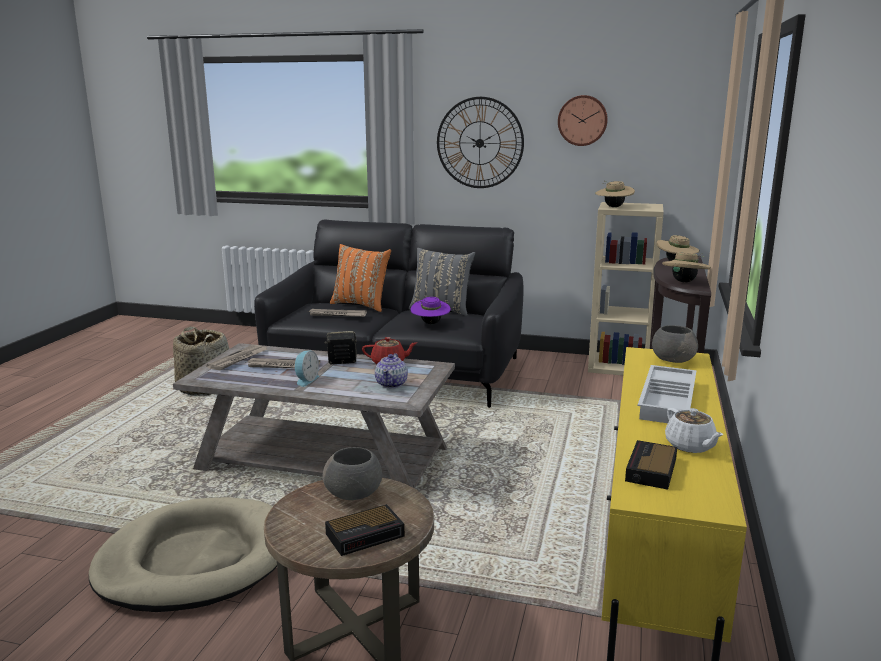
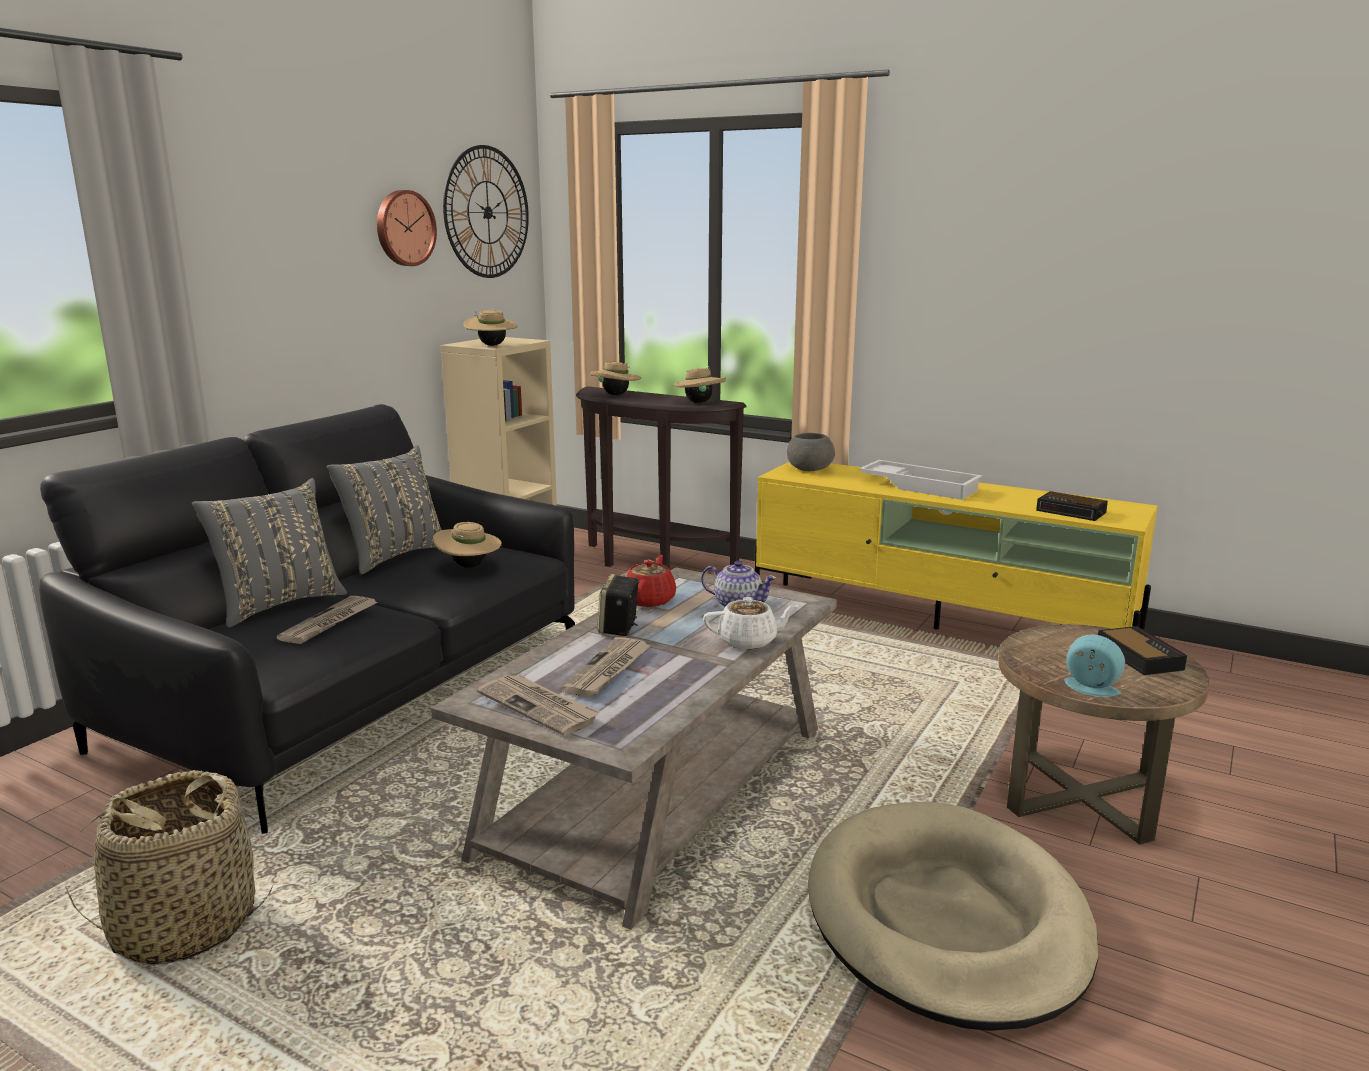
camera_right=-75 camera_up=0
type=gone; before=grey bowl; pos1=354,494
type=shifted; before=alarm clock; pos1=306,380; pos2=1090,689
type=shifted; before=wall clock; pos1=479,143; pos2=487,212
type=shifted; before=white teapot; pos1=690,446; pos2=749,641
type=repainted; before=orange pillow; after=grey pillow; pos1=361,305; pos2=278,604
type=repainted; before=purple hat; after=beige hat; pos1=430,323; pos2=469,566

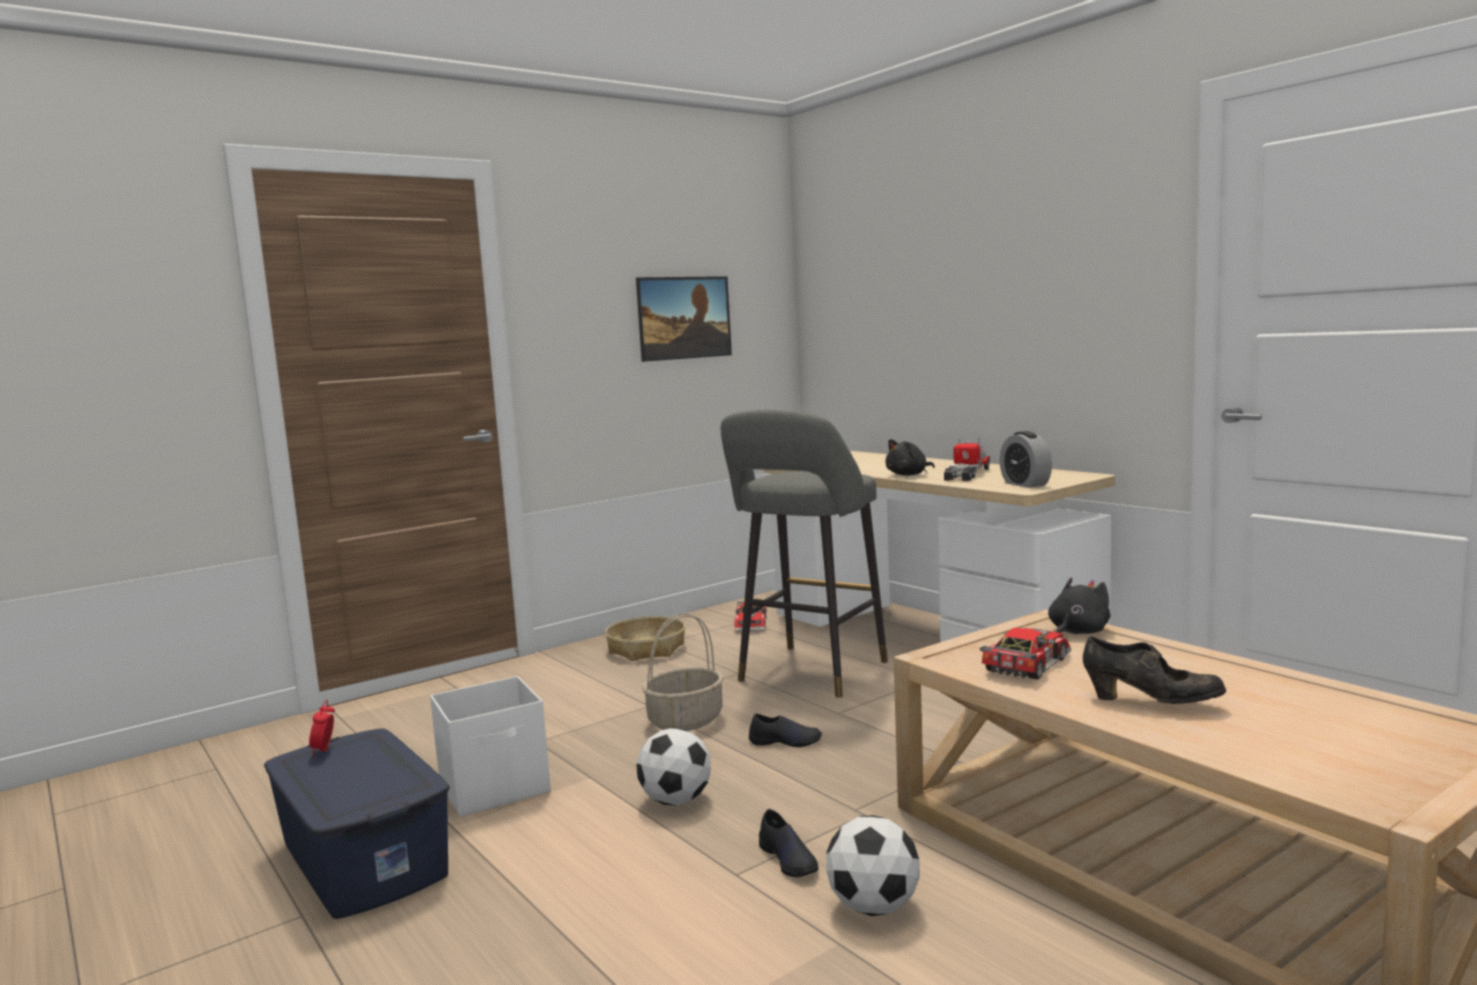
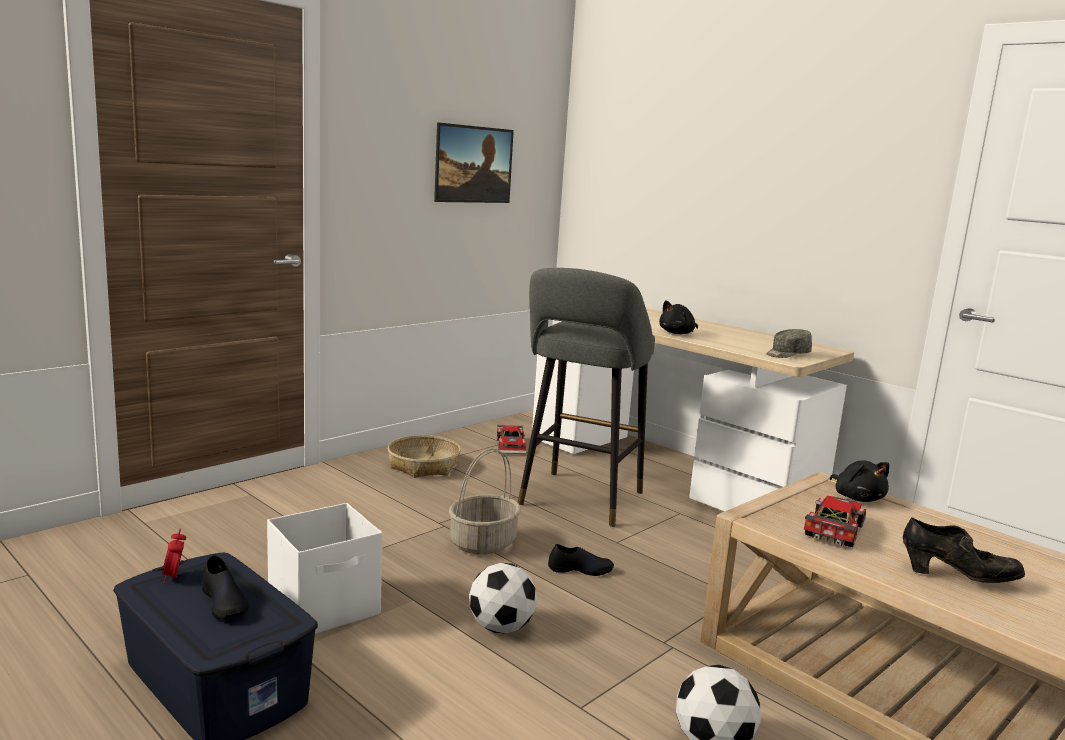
camera_right=-10 camera_up=5
type=gone; before=toy truck; pos1=967,474
type=shifted; before=black shoe; pos1=789,859; pos2=224,602
type=swapped; before=alarm clock; after=grey cap; pos1=1025,484; pos2=787,354
type=rotated; before=black plush toy; pos1=1076,632; pos2=857,498; turn=120

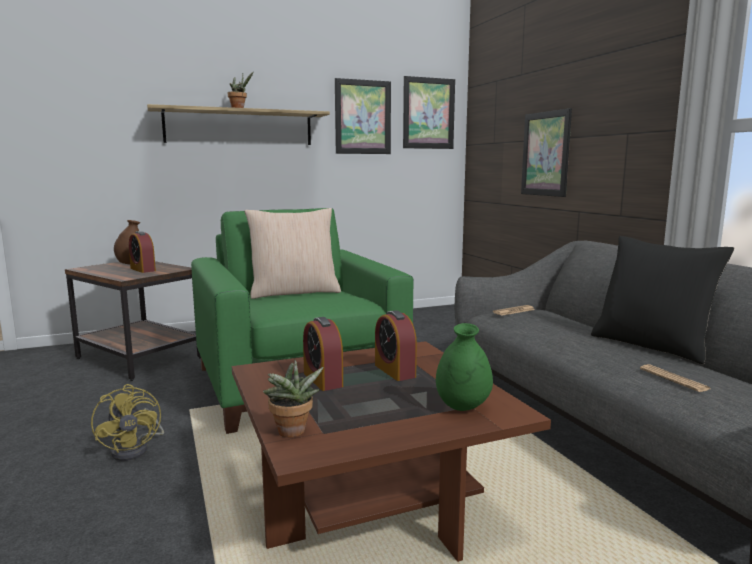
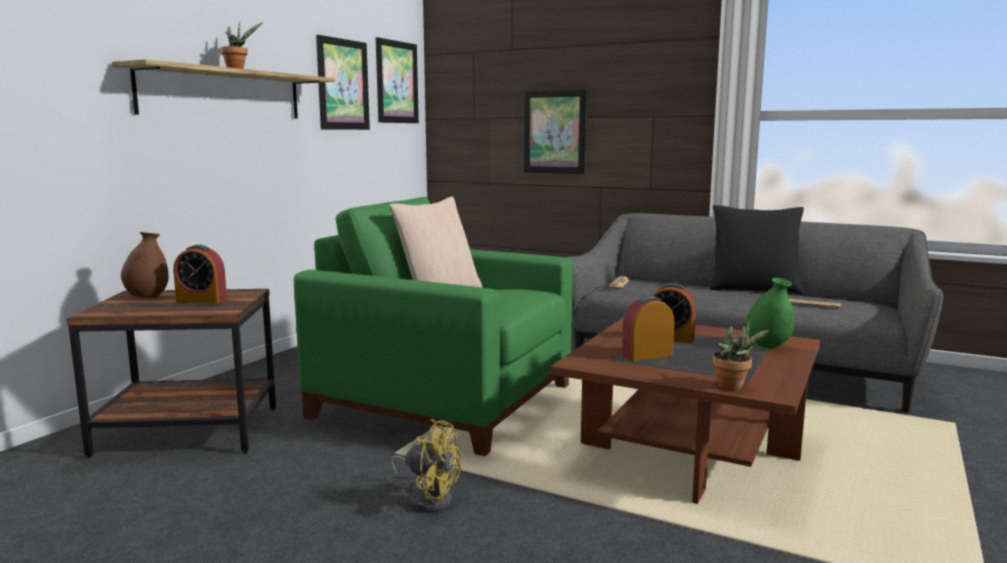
camera_right=-40 camera_up=0
type=rotated; before=alarm clock; pos1=323,380; pos2=647,355; turn=135

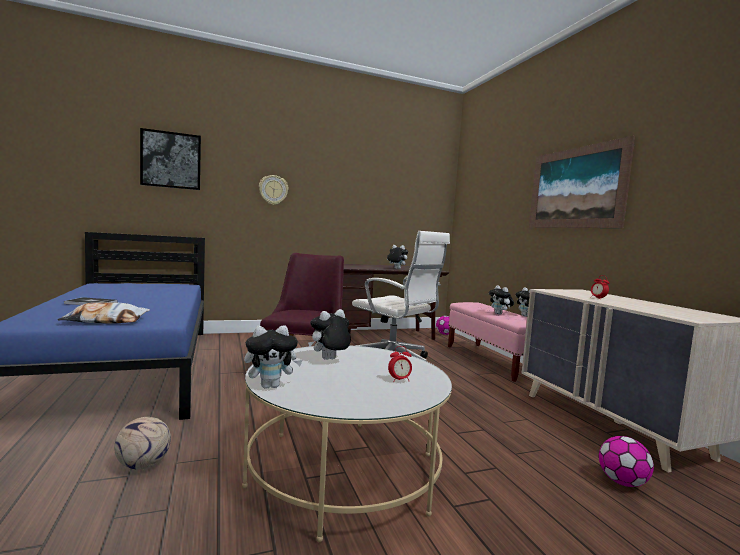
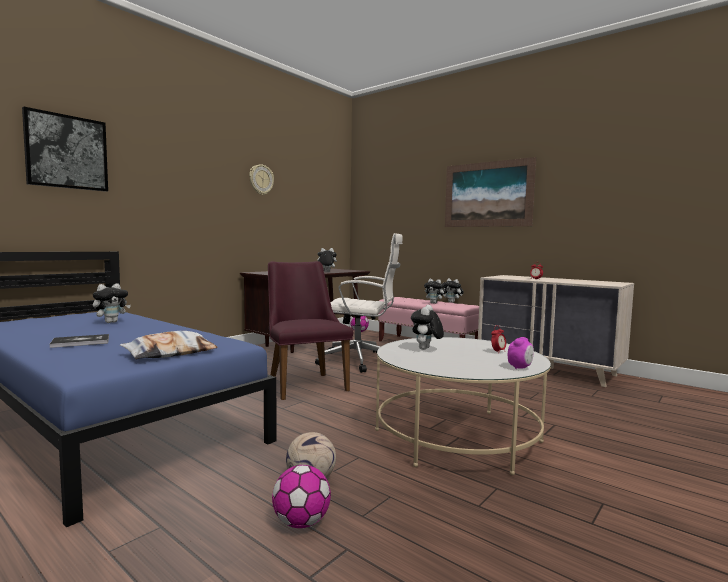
camera_right=-30 camera_up=0
type=new; after=alarm clock; pos2=520,367
type=shifted; before=plush toy; pos1=271,386; pos2=111,322
type=shifted; before=wall clock; pos1=273,190; pos2=261,180
type=shifted; before=football; pos1=622,482; pos2=301,522

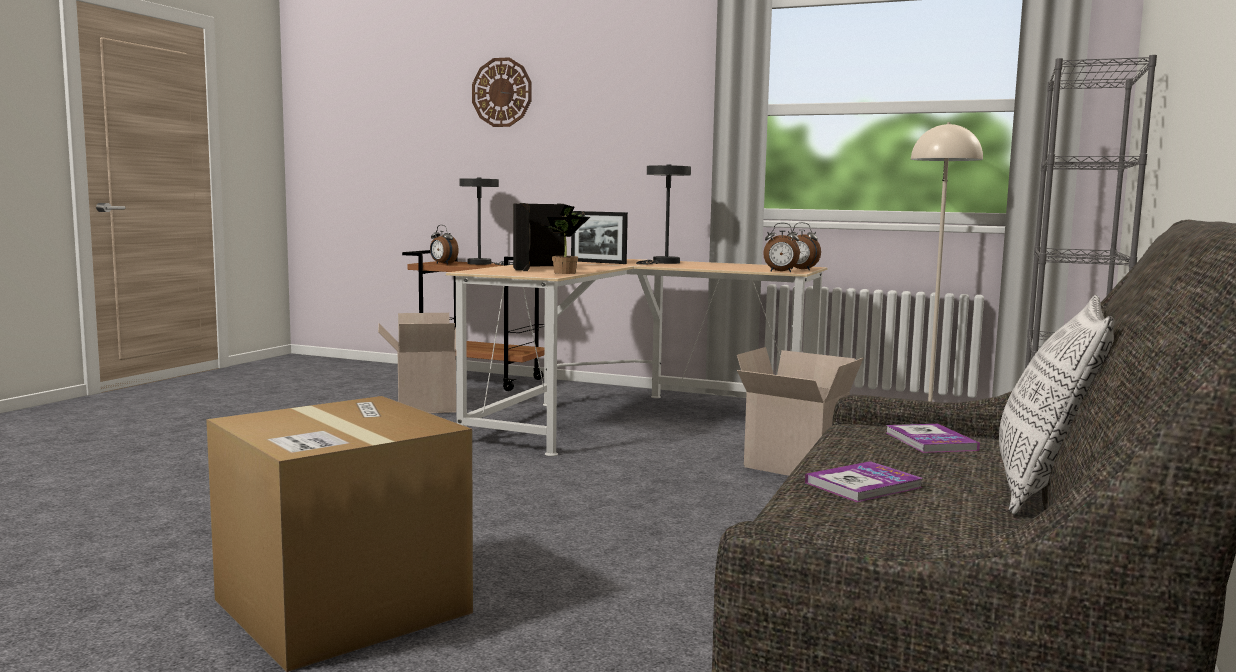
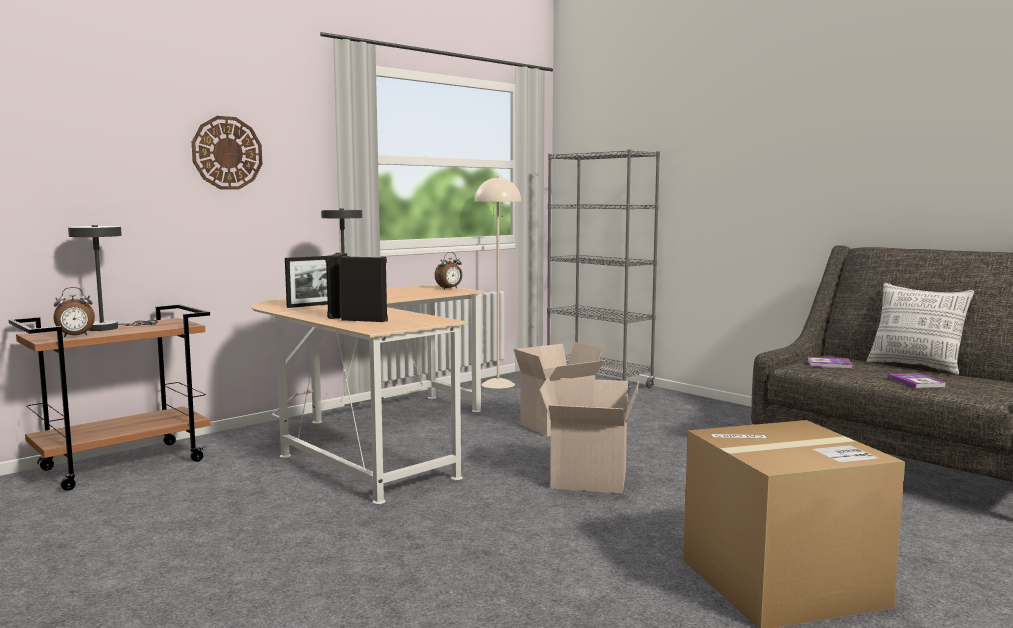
camera_right=-65 camera_up=0
type=gone; before=potted plant; pos1=565,273
type=gone; before=alarm clock; pos1=780,271
type=shifted; before=cardboard box; pos1=423,406; pos2=587,481
type=shifted; before=wall clock; pos1=502,92; pos2=227,153

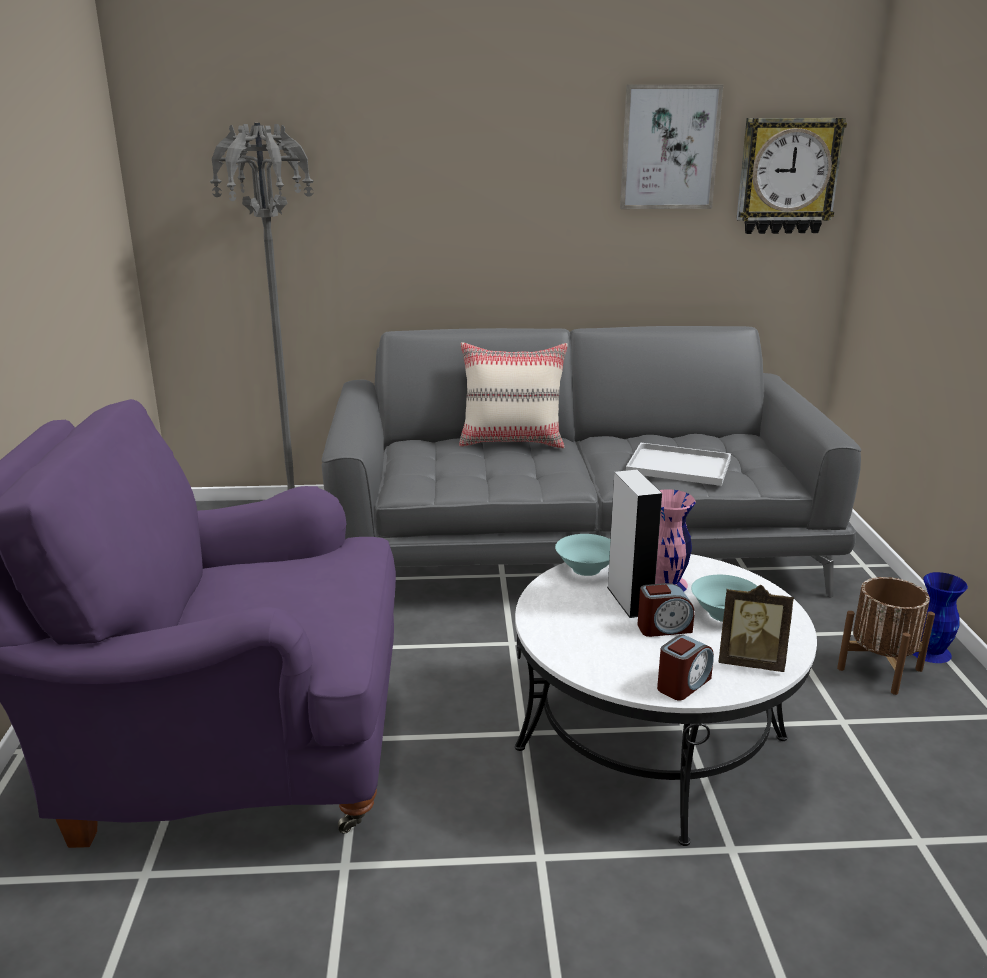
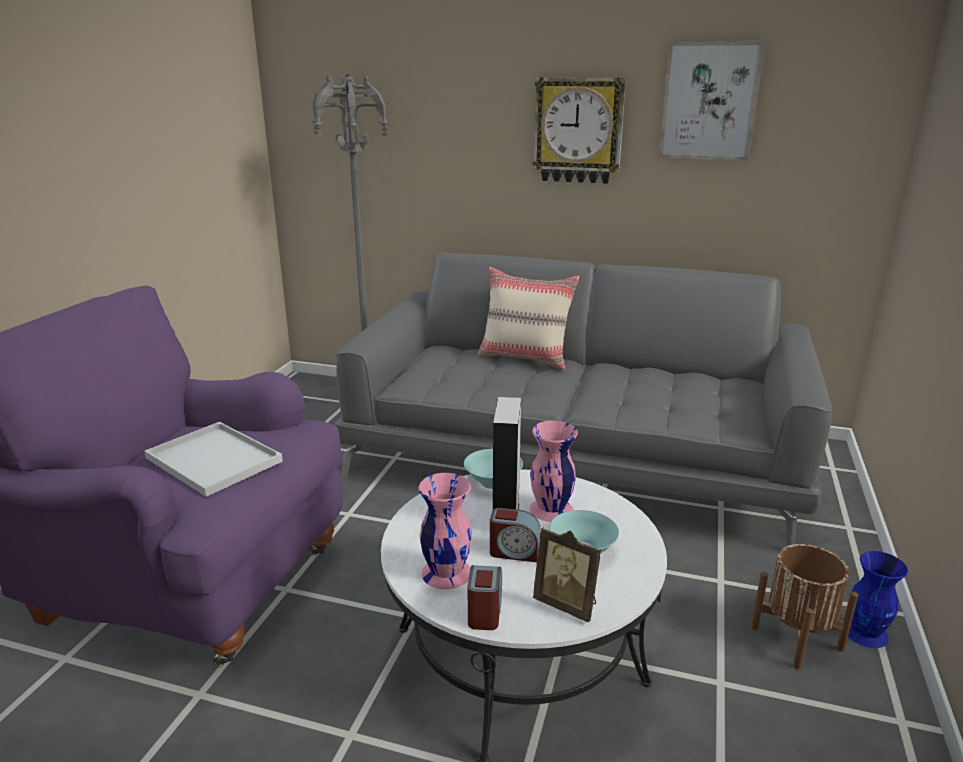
camera_right=20 camera_up=0
type=new; after=pink vase; pos2=446,572
type=shifted; before=white tray; pos1=676,466; pos2=211,459
type=shifted; before=wall clock; pos1=787,176; pos2=578,130
type=rotated; before=alarm clock; pos1=683,684; pos2=485,611; turn=-60

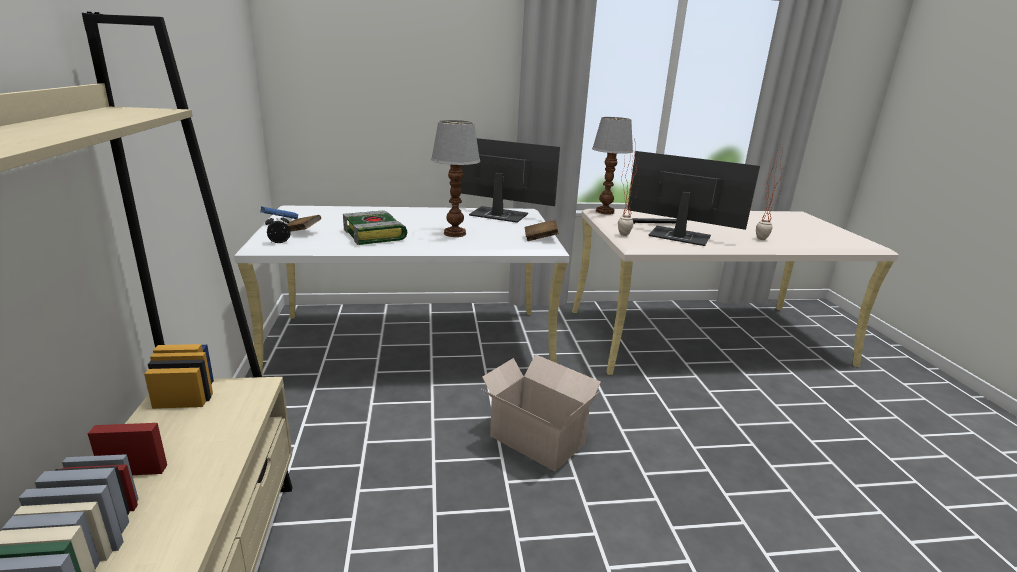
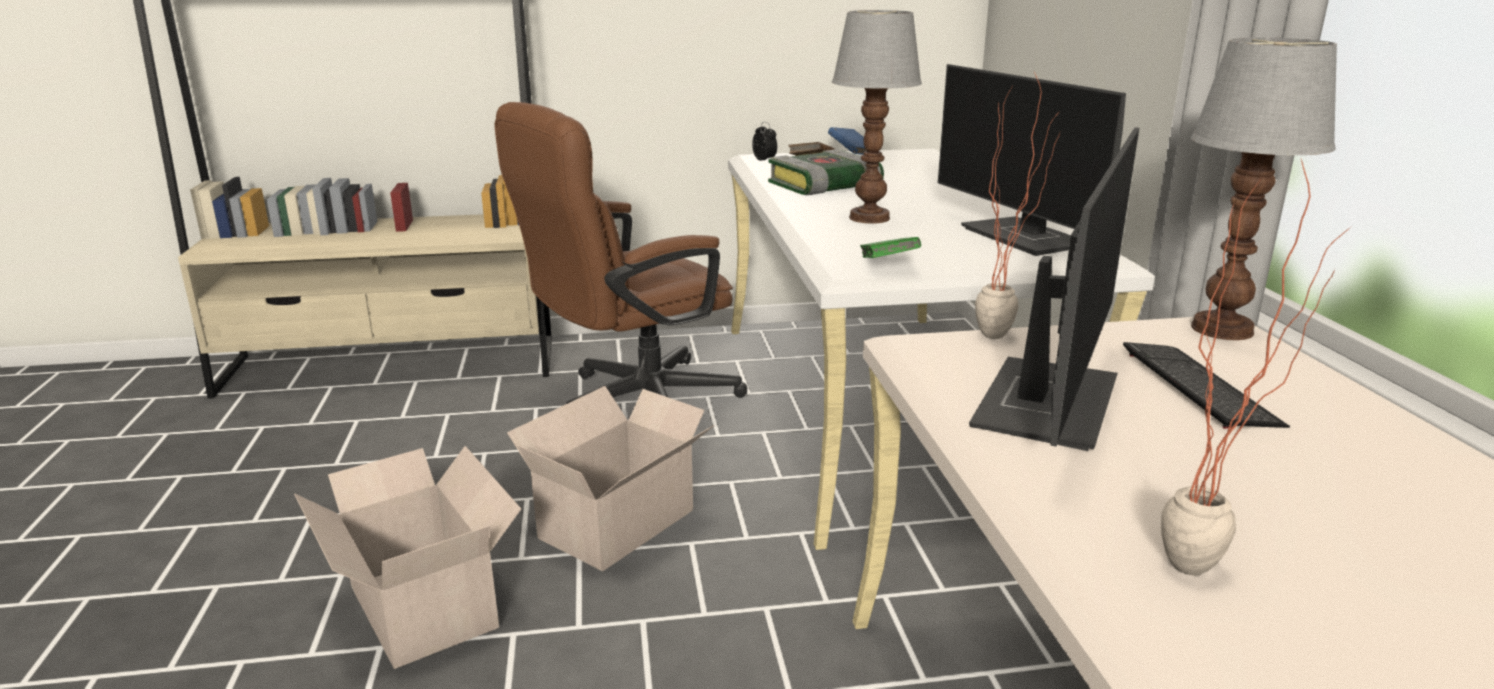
camera_right=90 camera_up=0
type=new; after=cardboard box; pos2=422,603
type=new; after=brown office chair; pos2=632,403
type=repainted; before=brown book; after=green book; pos1=540,238; pos2=888,265
type=rotated; before=monitor; pos1=497,215; pos2=1026,238; turn=135

